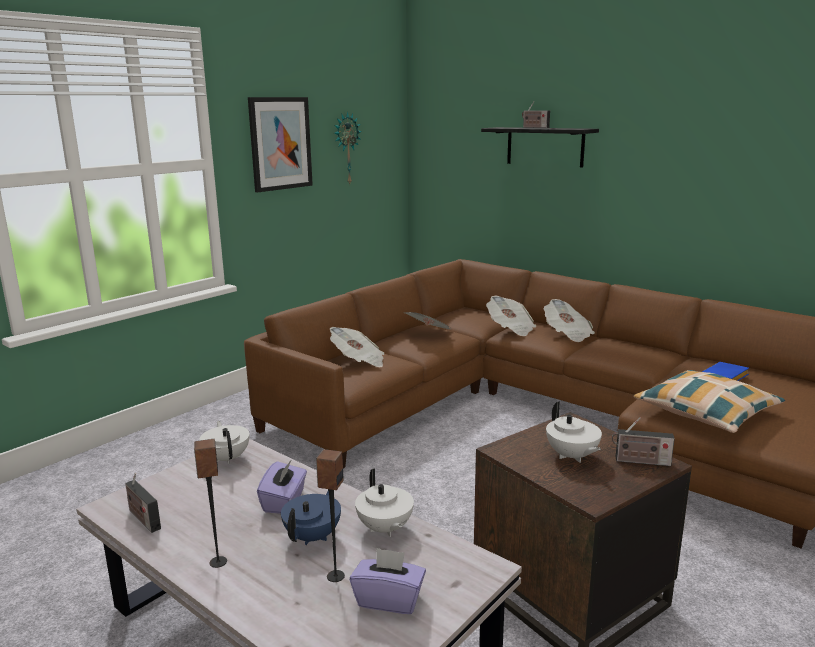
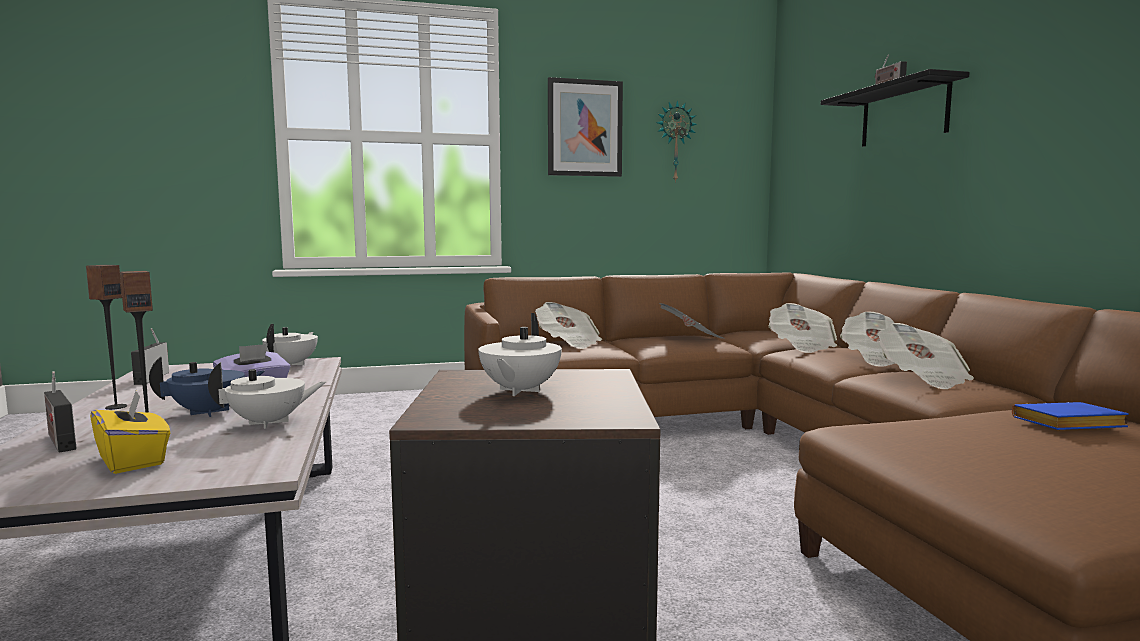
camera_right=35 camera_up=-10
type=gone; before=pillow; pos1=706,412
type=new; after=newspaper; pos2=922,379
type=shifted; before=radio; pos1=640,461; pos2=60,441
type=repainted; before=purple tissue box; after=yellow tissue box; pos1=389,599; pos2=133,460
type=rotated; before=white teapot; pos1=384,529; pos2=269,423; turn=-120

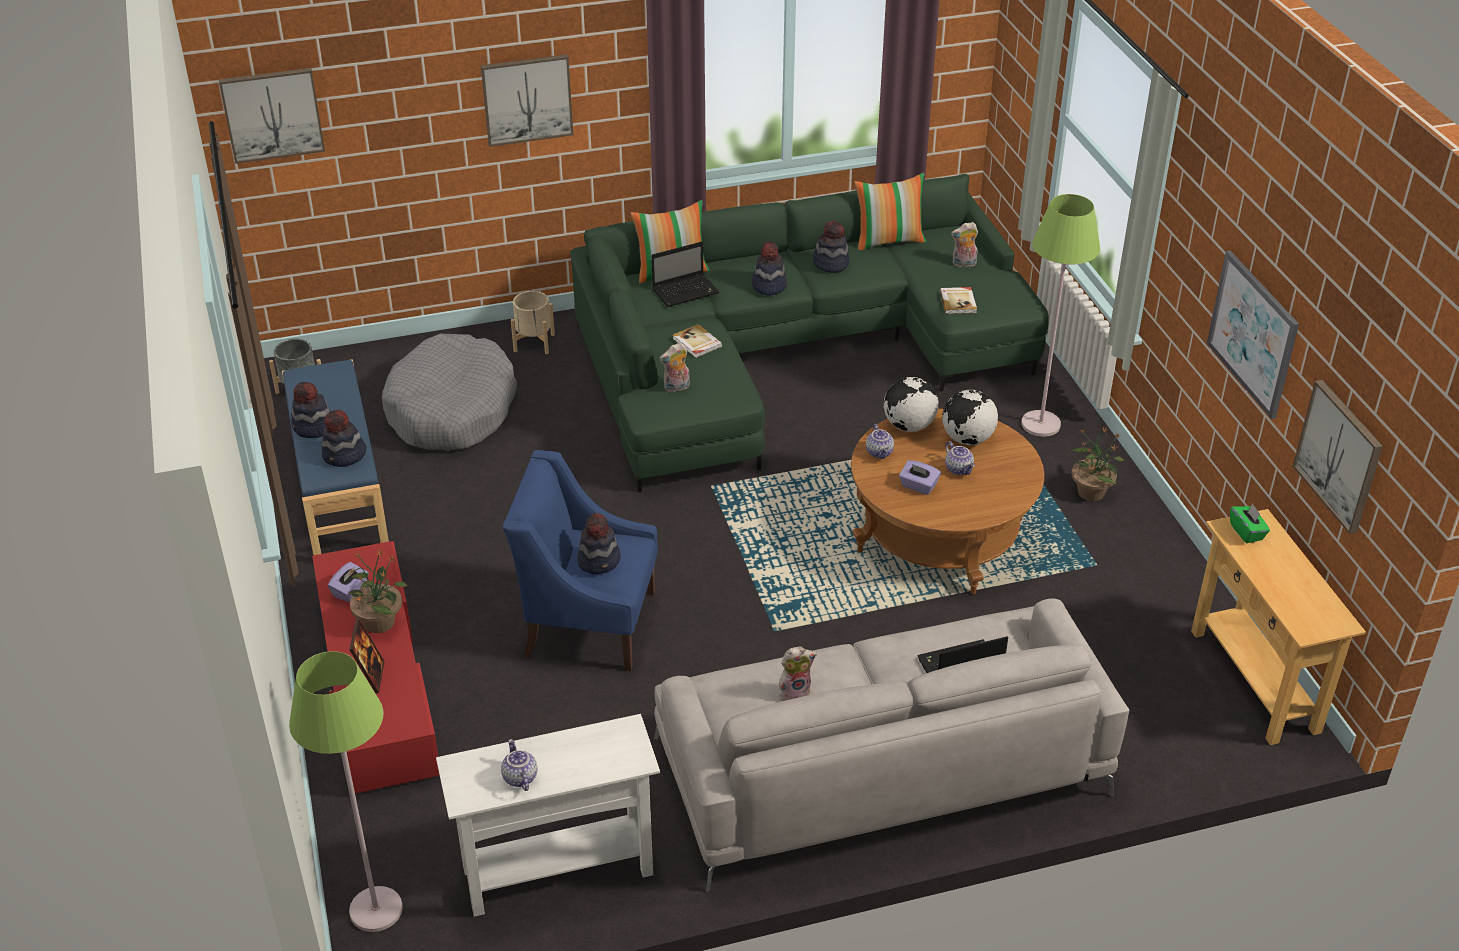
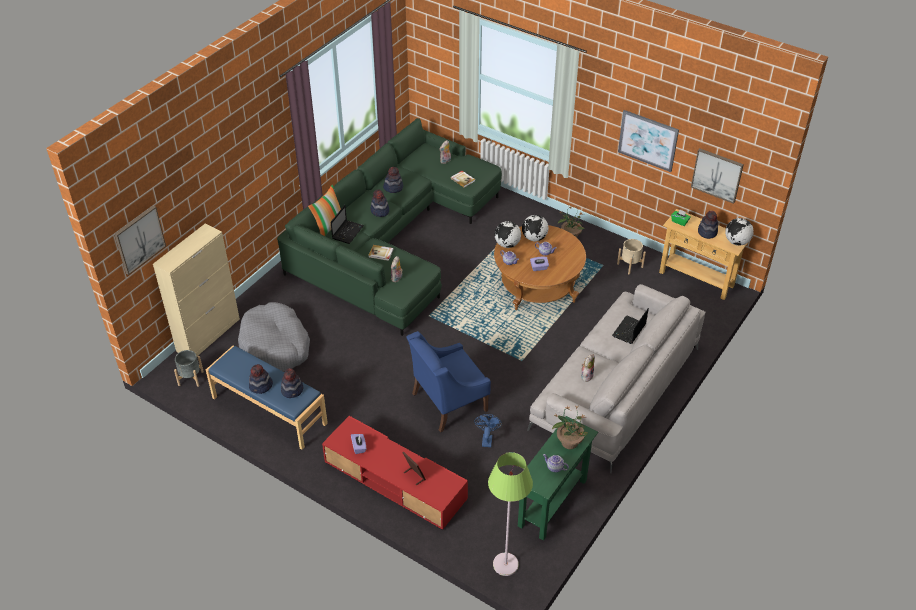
camera_right=-40 camera_up=5
type=gone; before=picture; pos1=527,99
type=gone; before=pillow; pos1=889,241
type=gone; before=green floor lamp; pos1=1040,424
type=new; after=beige cabinet; pos2=208,335
type=new; after=blue fan; pos2=487,438
type=new; after=globe; pos2=736,242
type=shifted; before=potted plant; pos1=380,621; pos2=569,442
type=shifted; before=beige planter; pos1=534,343; pos2=629,265
type=shifted; before=hat; pos1=599,560; pos2=707,232
type=repainted; before=white console table; after=green console table; pos1=558,871; pos2=552,503

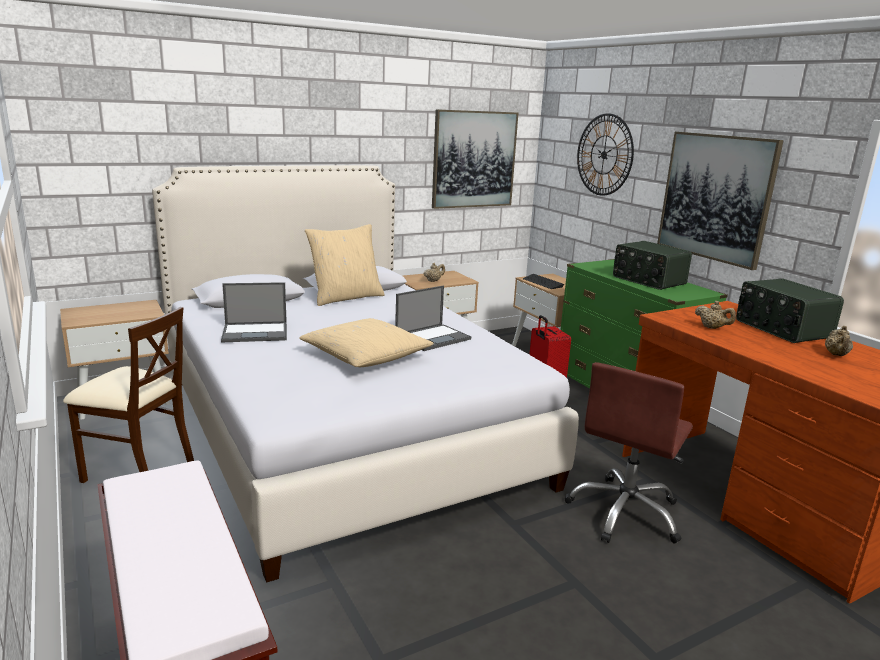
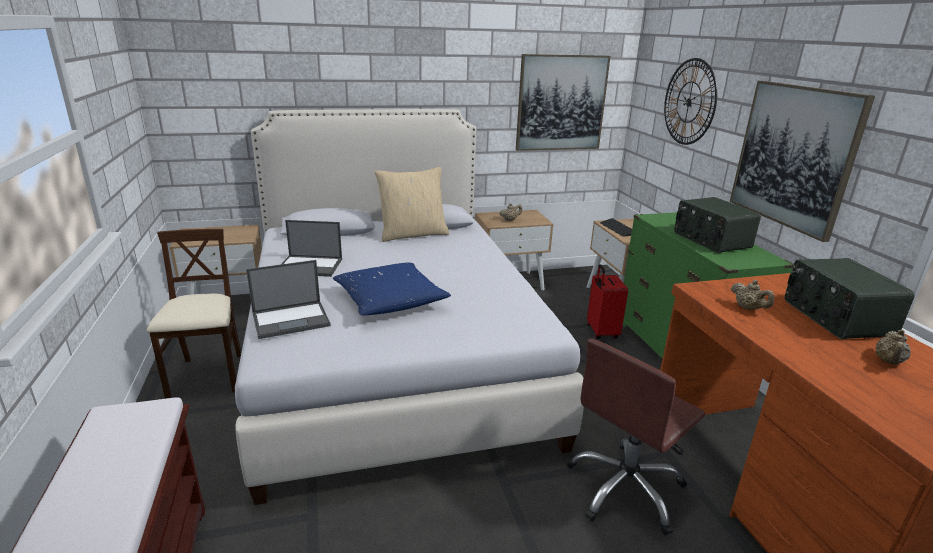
camera_right=15 camera_up=5
type=shifted; before=laptop; pos1=433,337; pos2=292,319
type=repainted; before=beige pillow; after=blue pillow; pos1=366,356; pos2=390,300
type=rotated; before=beige chair; pos1=139,470; pos2=208,376; turn=-135

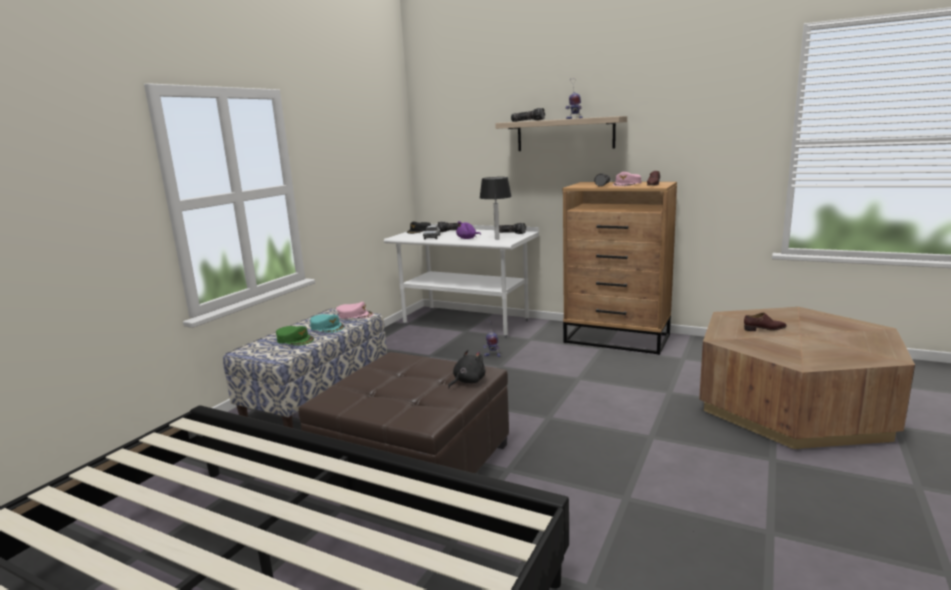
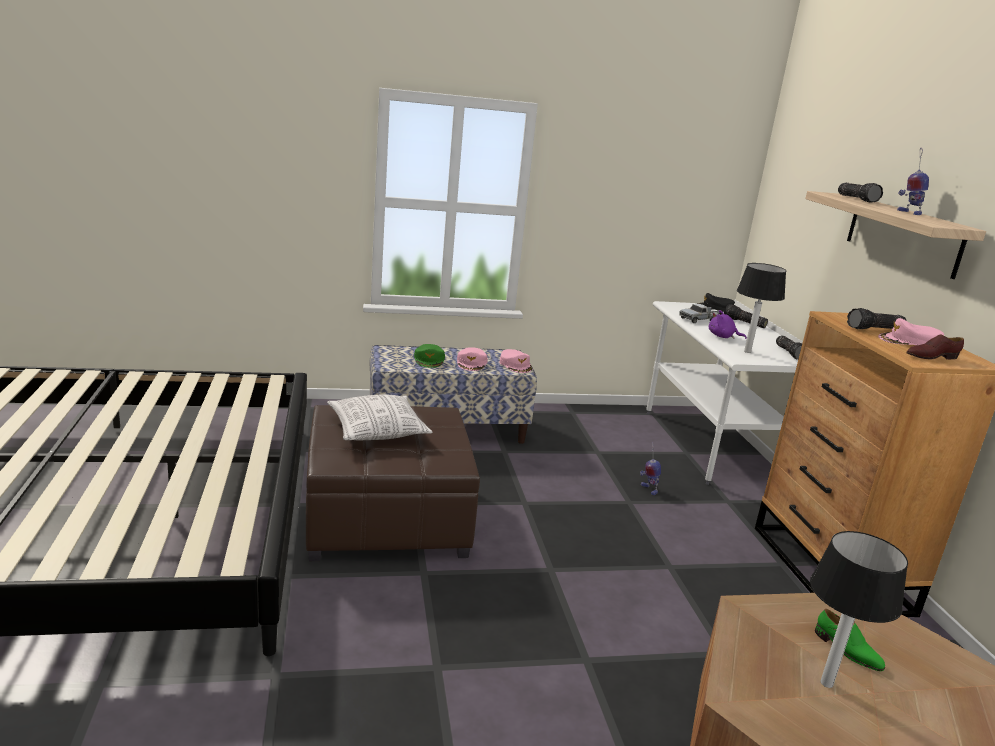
camera_right=50 camera_up=5
type=gone; before=black plush toy; pos1=467,381
type=new; after=pillow; pos2=377,431
type=new; after=table lamp; pos2=827,683
type=repainted; before=turquoise cap; after=pink cap; pos1=327,327; pos2=472,363
type=repainted; before=brown shoe; after=green shoe; pos1=764,329; pos2=847,650

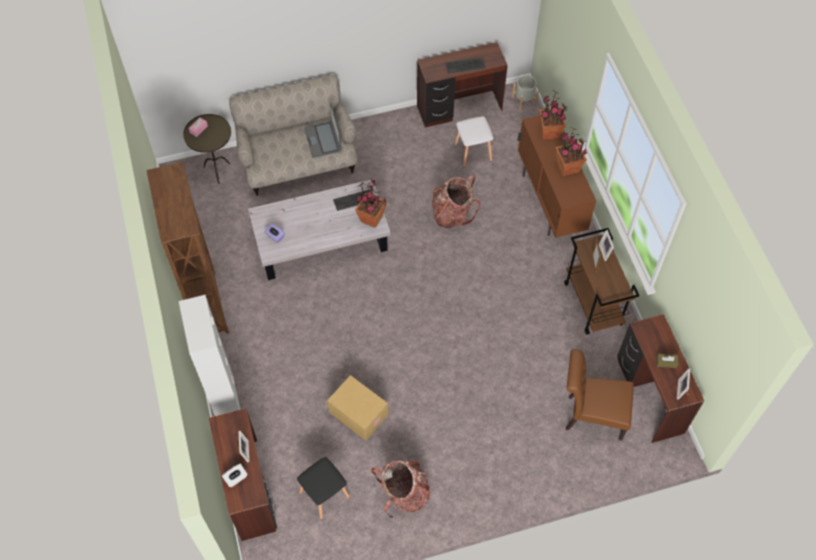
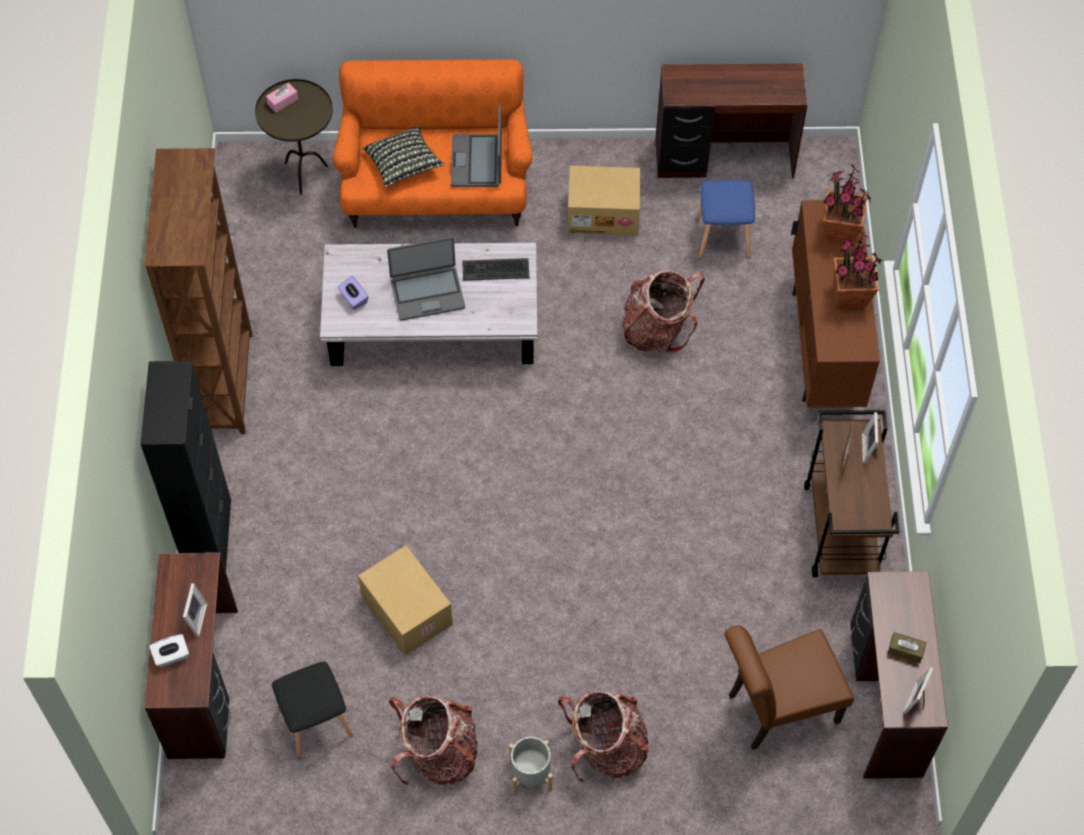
camera_right=15 camera_up=0
type=gone; before=potted plant; pos1=371,219
type=gone; before=keyboard; pos1=465,65
type=new; after=pillow; pos2=403,164
type=new; after=laptop; pos2=427,293
type=new; after=backpack; pos2=606,748
type=new; after=cardboard box; pos2=603,213
type=shifted; before=grey planter; pos1=524,100; pos2=531,775
type=repainted; before=white cabinet; after=black cabinet; pos1=226,400; pos2=209,538
type=repainted; before=beige sofa; after=orange sofa; pos1=298,162; pos2=436,189
type=repainted; before=white stool; after=blue stool; pos1=472,153; pos2=722,237
type=rotated; before=brown chair; pos1=590,416; pos2=776,709; turn=-45

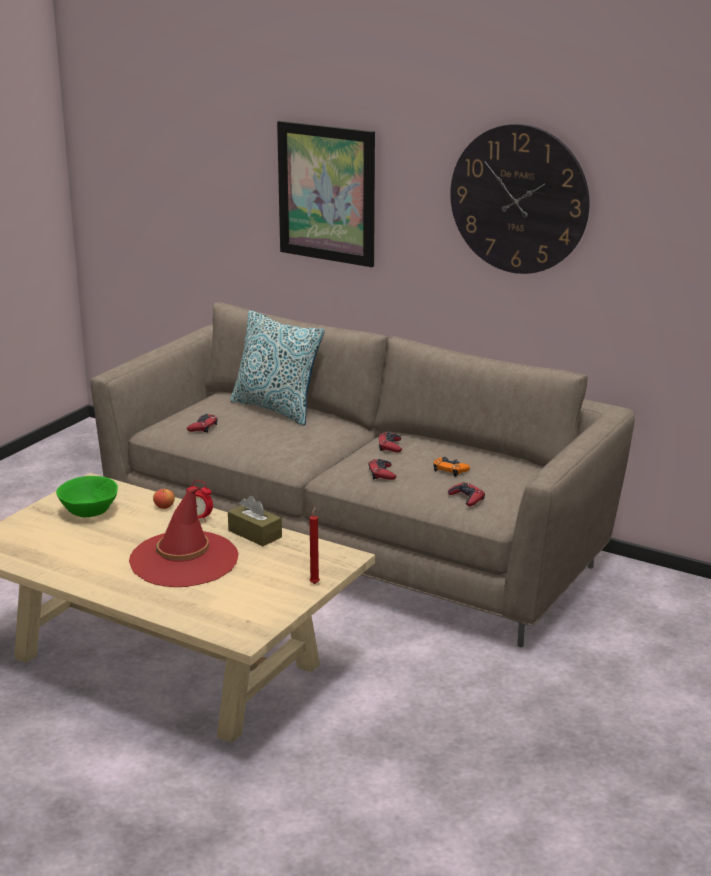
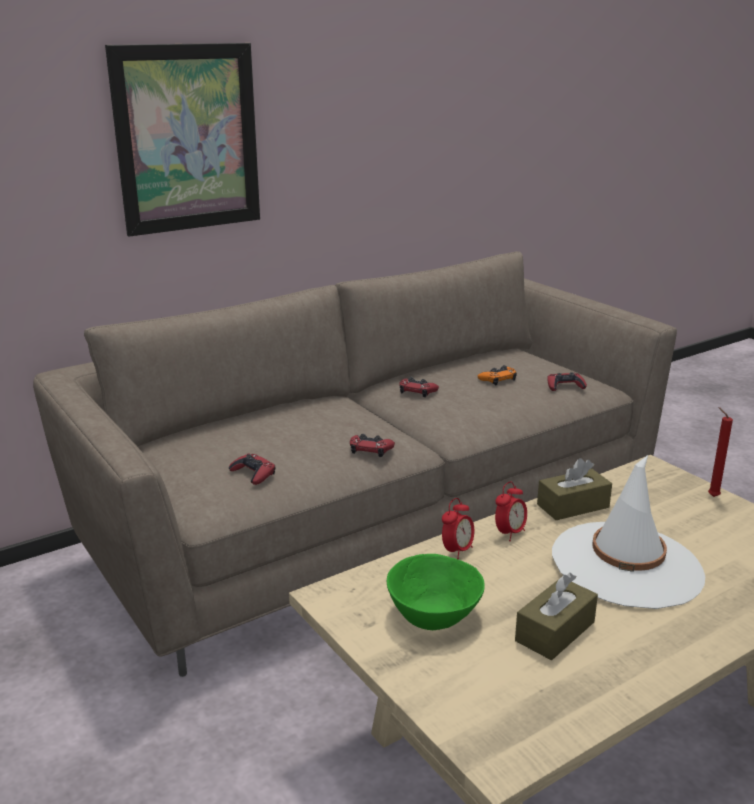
camera_right=-65 camera_up=0
type=gone; before=pillow; pos1=276,409
type=gone; before=wall clock; pos1=519,199
type=new; after=brown tissue box; pos2=555,631
type=shifted; before=red game controller; pos1=382,473; pos2=370,449
type=swapped; before=apple; after=alarm clock; pos1=164,506; pos2=457,551
type=repainted; before=red hat; after=white hat; pos1=184,560; pos2=627,565

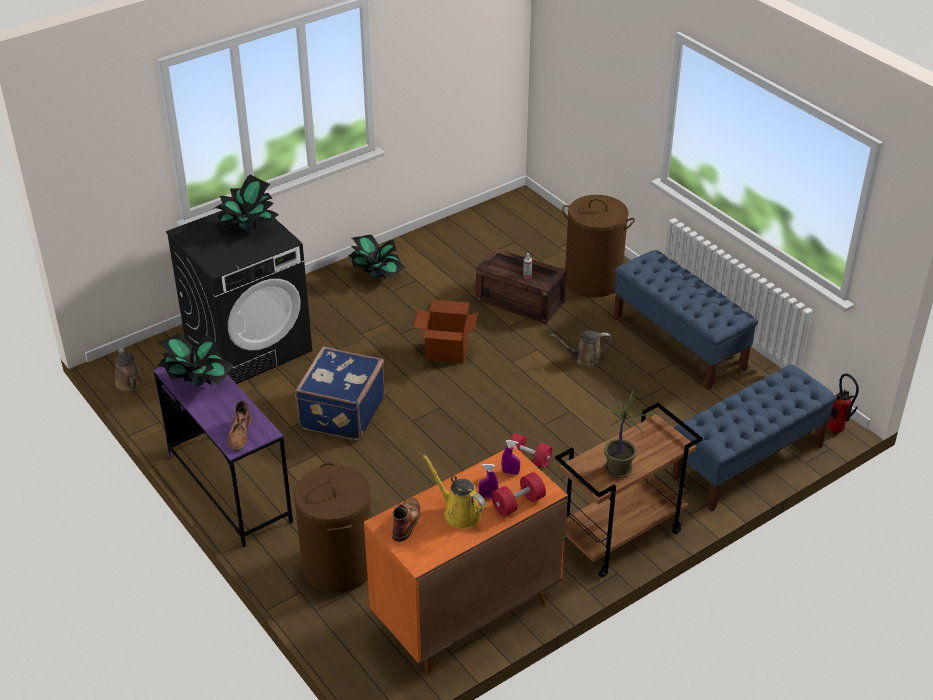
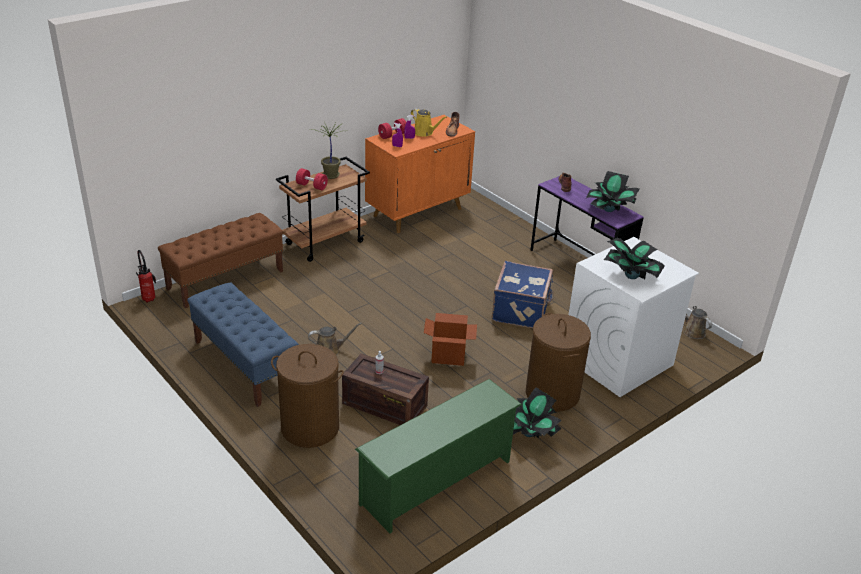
camera_right=175 camera_up=-5
type=new; after=green shoe rack; pos2=437,483
type=shifted; before=brown laundry basket; pos1=339,566; pos2=552,394
type=shifted; before=red dumbbell; pos1=529,458; pos2=311,186
type=repainted; before=black washing machine; after=white washing machine; pos1=249,345; pos2=617,361
type=repainted; before=blue bench; after=brown bench; pos1=747,462; pos2=225,279

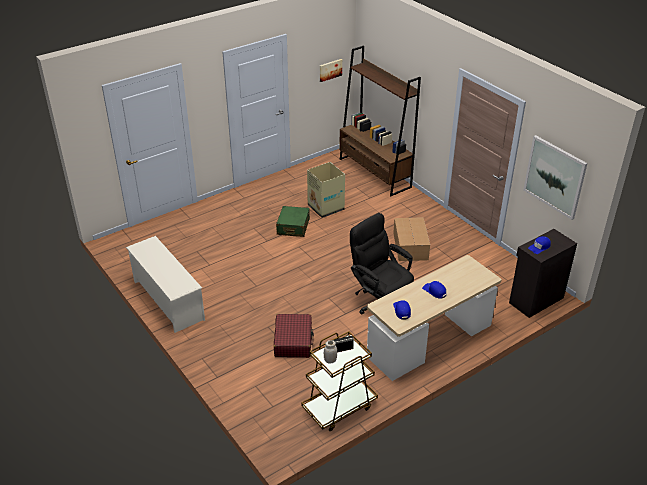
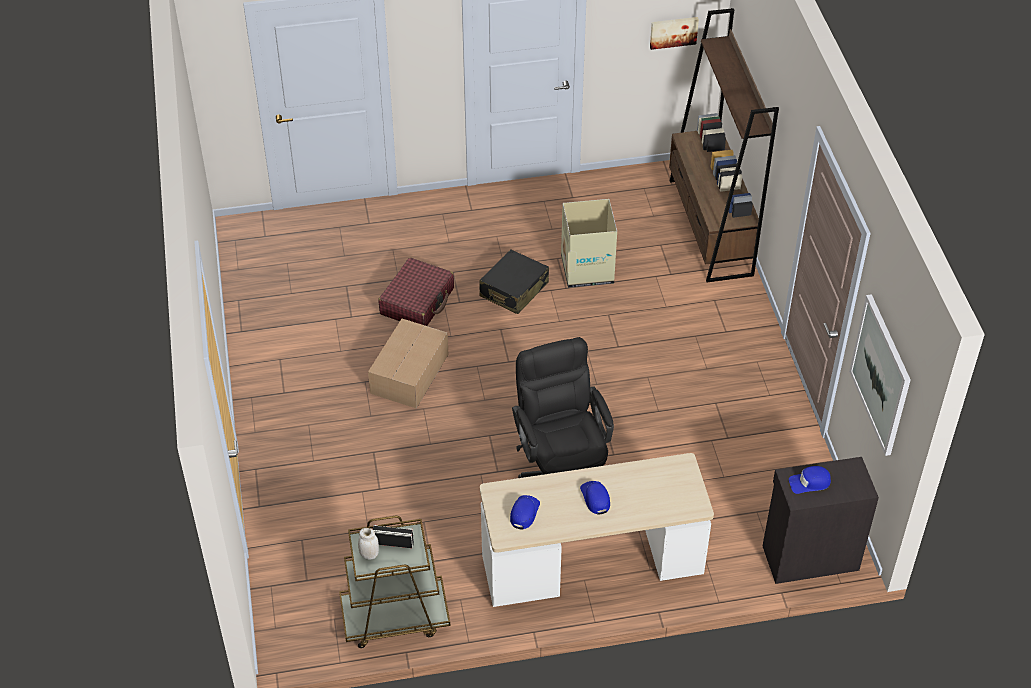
camera_right=25 camera_up=10
type=gone; before=white shoe rack; pos1=168,300
type=shifted; before=red suitcase; pos1=293,341; pos2=417,301
type=shifted; before=cardboard box; pos1=410,247; pos2=408,374
type=repainted; before=green suitcase; after=black suitcase; pos1=293,227; pos2=513,290

